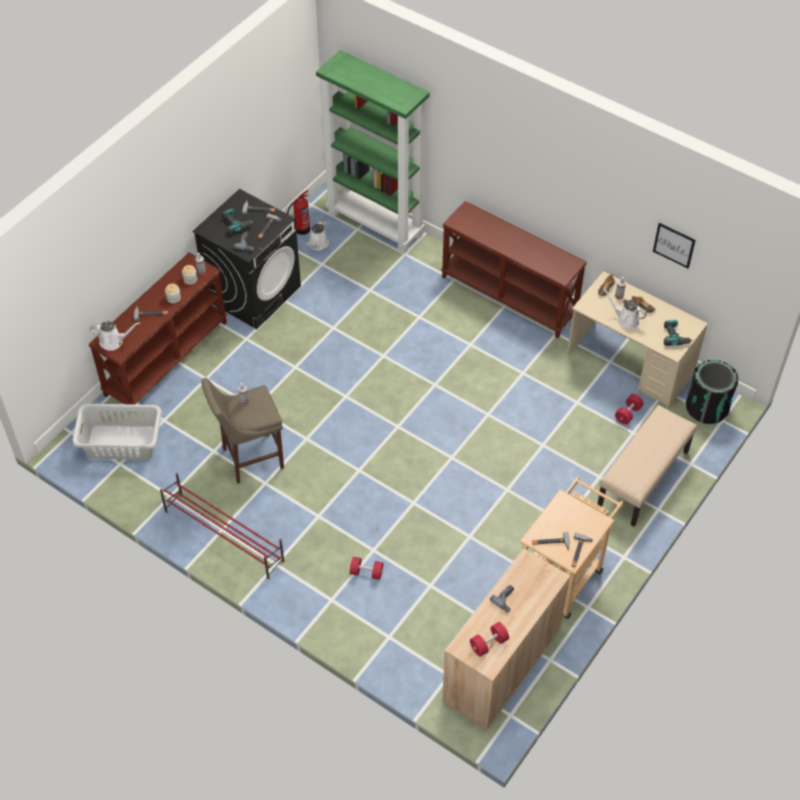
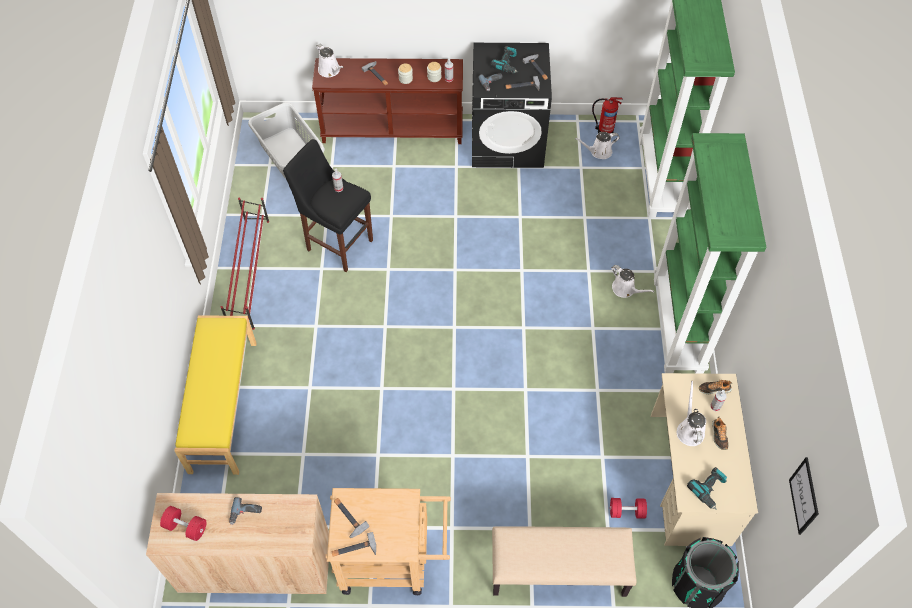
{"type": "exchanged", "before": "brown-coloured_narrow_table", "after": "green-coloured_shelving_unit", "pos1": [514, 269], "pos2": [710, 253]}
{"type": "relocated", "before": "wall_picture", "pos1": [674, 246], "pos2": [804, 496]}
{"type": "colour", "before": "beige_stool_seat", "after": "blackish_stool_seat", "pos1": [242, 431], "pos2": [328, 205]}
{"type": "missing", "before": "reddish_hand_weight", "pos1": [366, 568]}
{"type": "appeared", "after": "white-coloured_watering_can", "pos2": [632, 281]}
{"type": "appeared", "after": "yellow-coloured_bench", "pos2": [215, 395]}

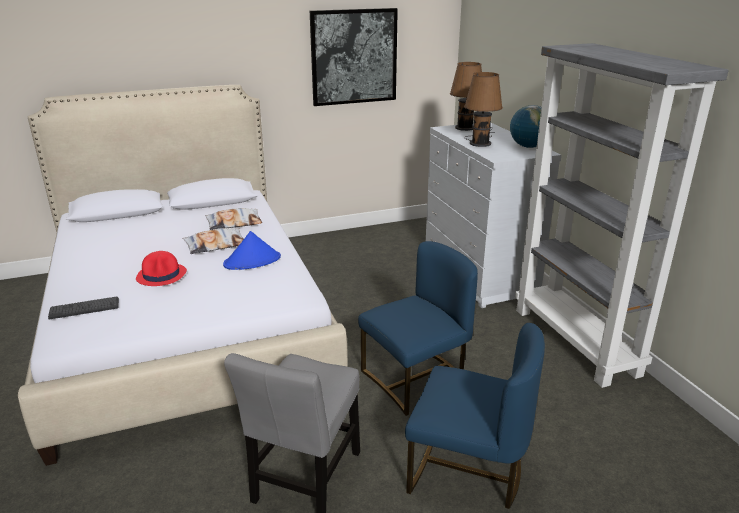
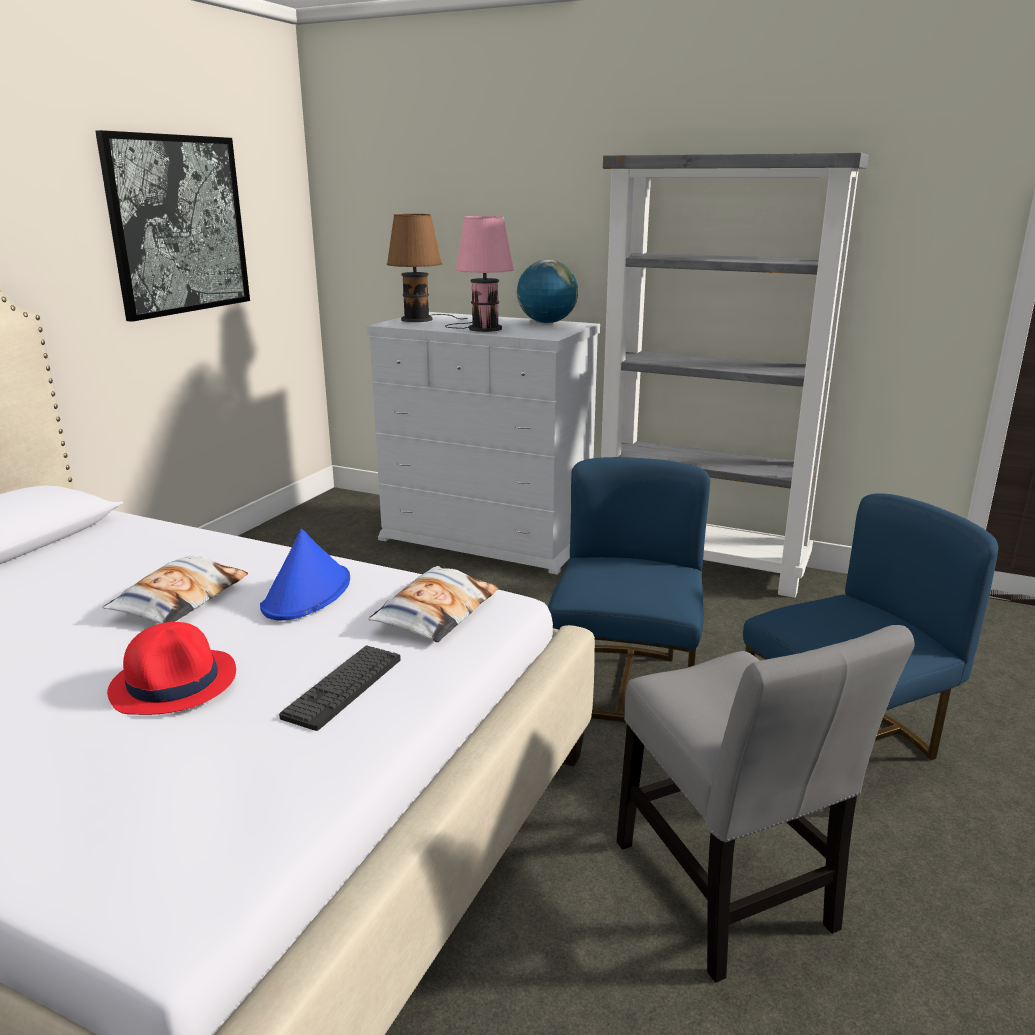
{"type": "colour", "before": "brown-coloured_tabletop_lamp", "after": "pink_tabletop_lamp", "pos1": [483, 109], "pos2": [479, 274]}
{"type": "relocated", "before": "cushion", "pos1": [233, 219], "pos2": [433, 604]}
{"type": "relocated", "before": "computer_keyboard", "pos1": [83, 307], "pos2": [340, 688]}

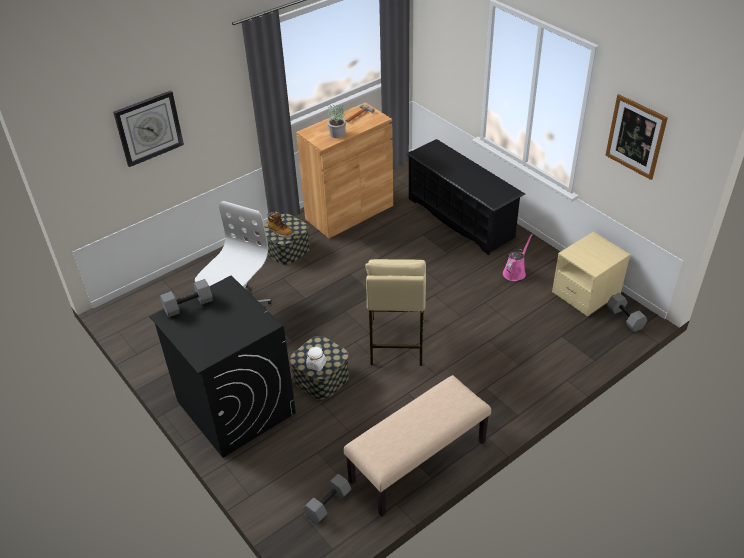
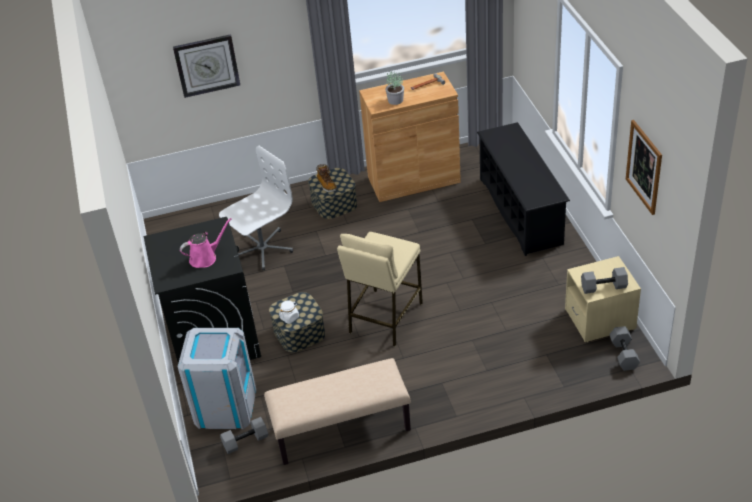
{"type": "relocated", "before": "pink_watering_can", "pos1": [518, 257], "pos2": [205, 243]}
{"type": "relocated", "before": "gray_hand_weight", "pos1": [186, 298], "pos2": [604, 280]}
{"type": "appeared", "after": "gray_rubbish_bin", "pos2": [217, 378]}

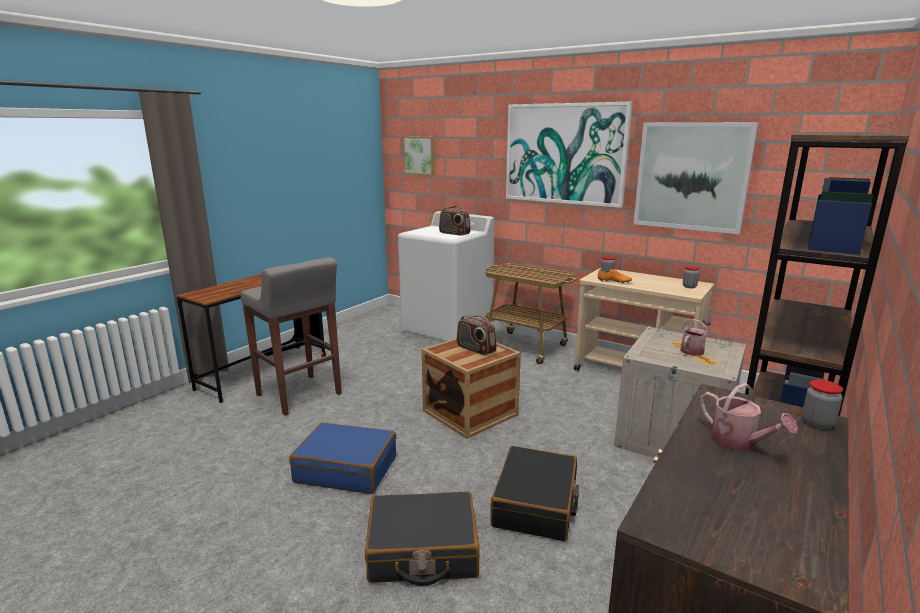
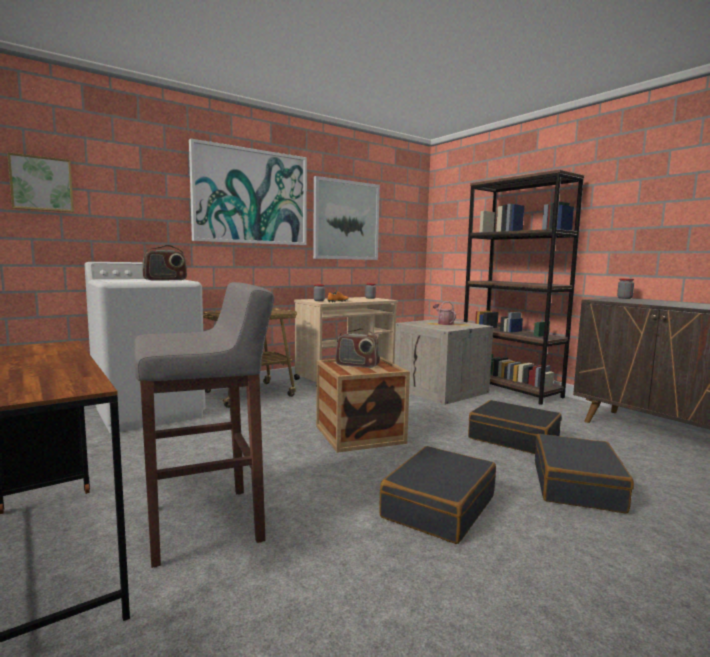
{"type": "spun", "before": "radio_receiver", "pos1": [477, 335], "pos2": [357, 348], "turn": 45}
{"type": "missing", "before": "watering_can", "pos1": [749, 417]}
{"type": "colour", "before": "blue-coloured_suitcase", "after": "blackish_suitcase", "pos1": [342, 458], "pos2": [437, 495]}

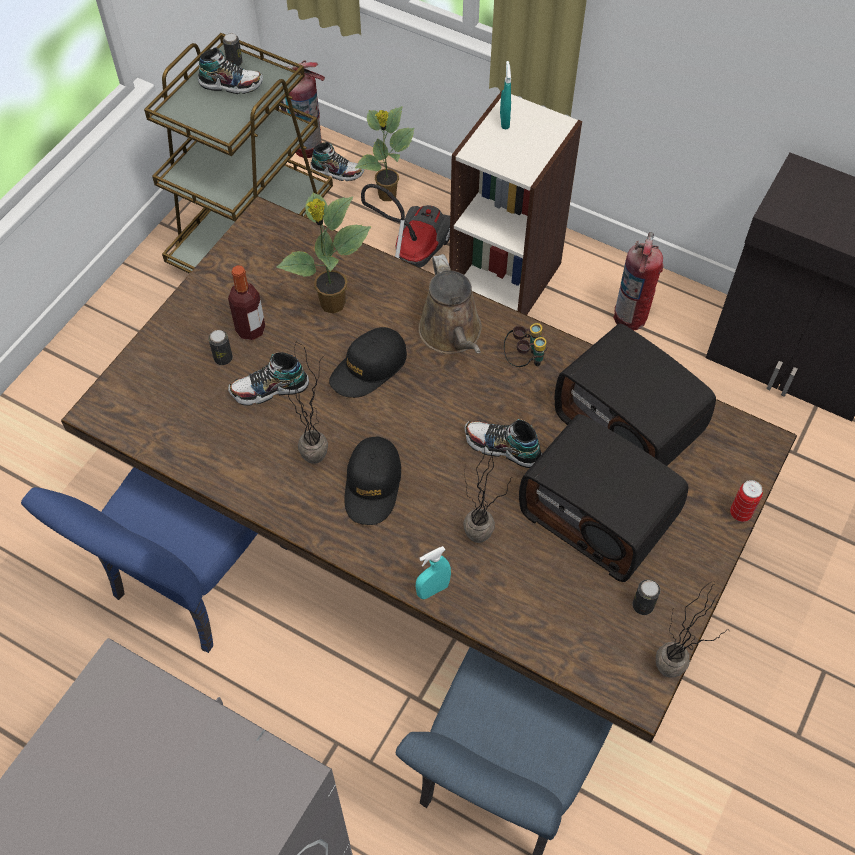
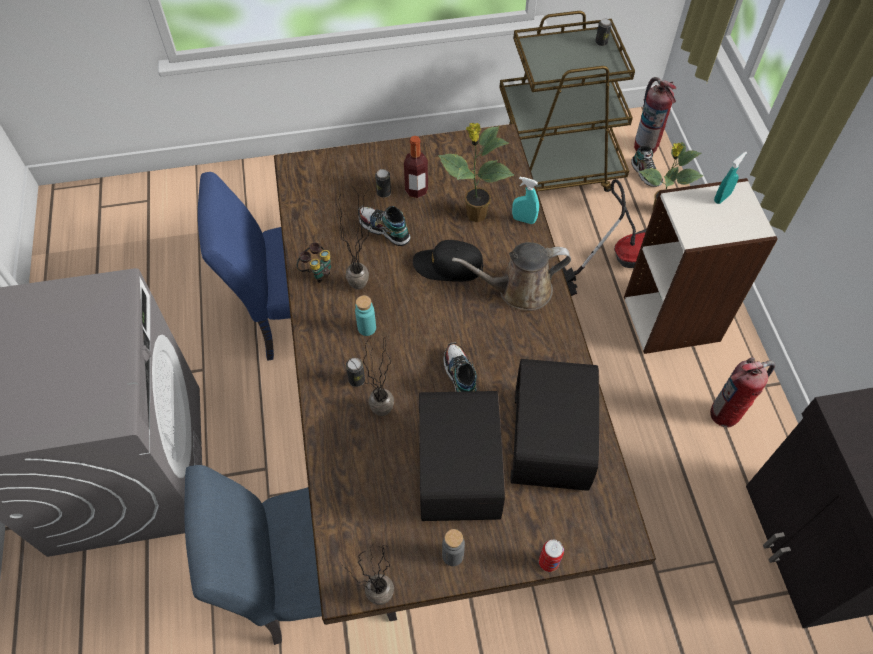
{"type": "missing", "before": "low_shoe", "pos1": [230, 71]}
{"type": "spun", "before": "brown-coloured_watering_can", "pos1": [450, 304], "pos2": [511, 276], "turn": 45}
{"type": "relocated", "before": "binoculars", "pos1": [526, 345], "pos2": [314, 262]}
{"type": "exchanged", "before": "blackish_baseball_cap", "after": "blue-green_drink_bottle", "pos1": [372, 480], "pos2": [365, 315]}
{"type": "relocated", "before": "blue-green_spray_bottle", "pos1": [433, 572], "pos2": [525, 200]}
{"type": "relocated", "before": "can", "pos1": [646, 597], "pos2": [355, 372]}
{"type": "appeared", "after": "gray_drink_bottle", "pos2": [453, 547]}

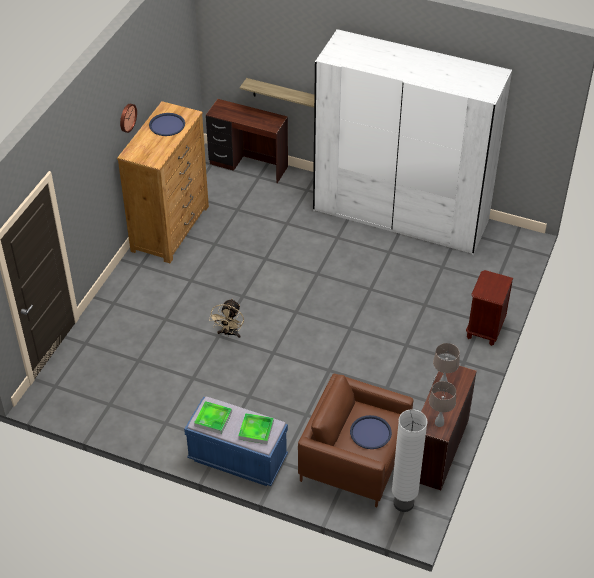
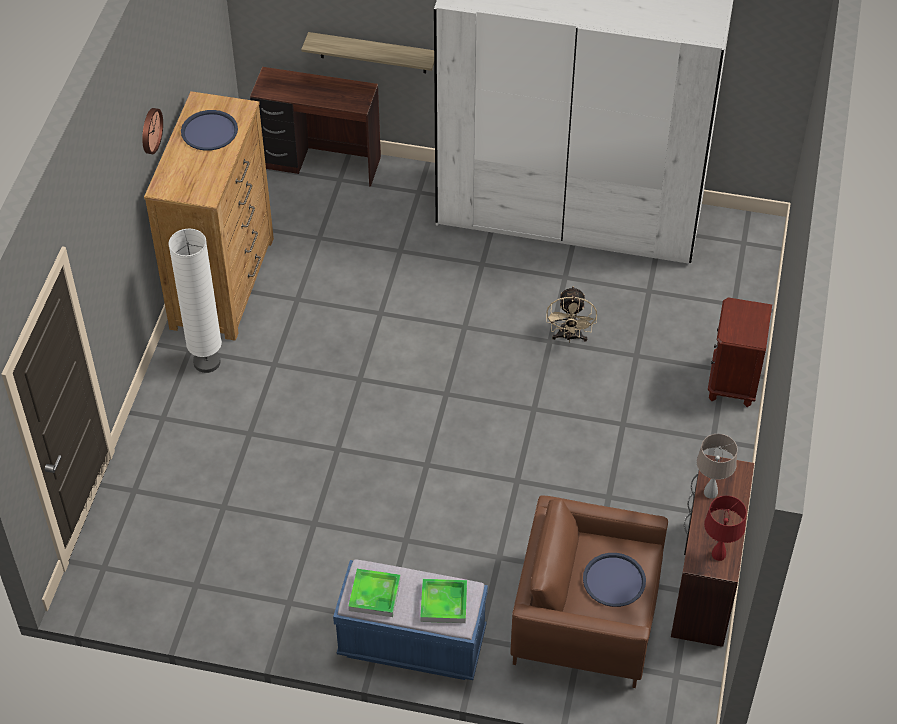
{"type": "relocated", "before": "beige_cooling_fan", "pos1": [226, 318], "pos2": [571, 314]}
{"type": "colour", "before": "beige_tabletop_lamp", "after": "reddish_tabletop_lamp", "pos1": [442, 404], "pos2": [725, 528]}
{"type": "relocated", "before": "white-coloured_standard_lamp", "pos1": [409, 460], "pos2": [195, 301]}

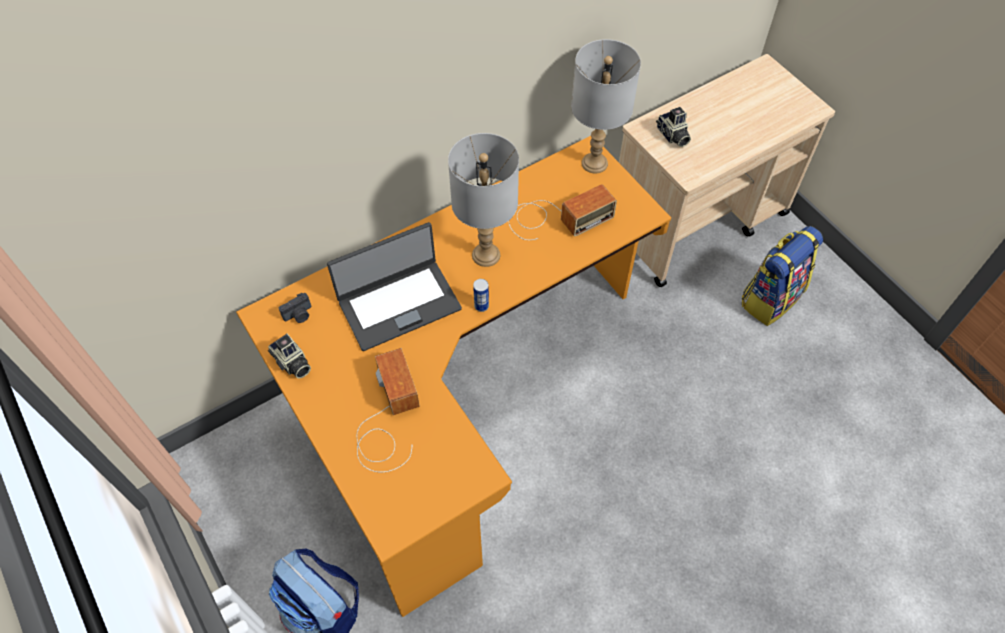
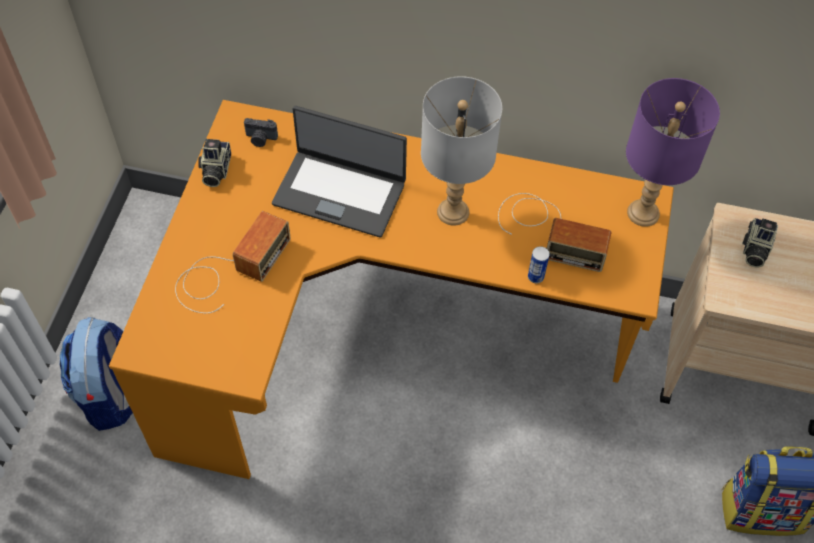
{"type": "colour", "before": "gray_tabletop_lamp", "after": "purple-coloured_tabletop_lamp", "pos1": [606, 106], "pos2": [673, 152]}
{"type": "relocated", "before": "can", "pos1": [481, 295], "pos2": [539, 264]}

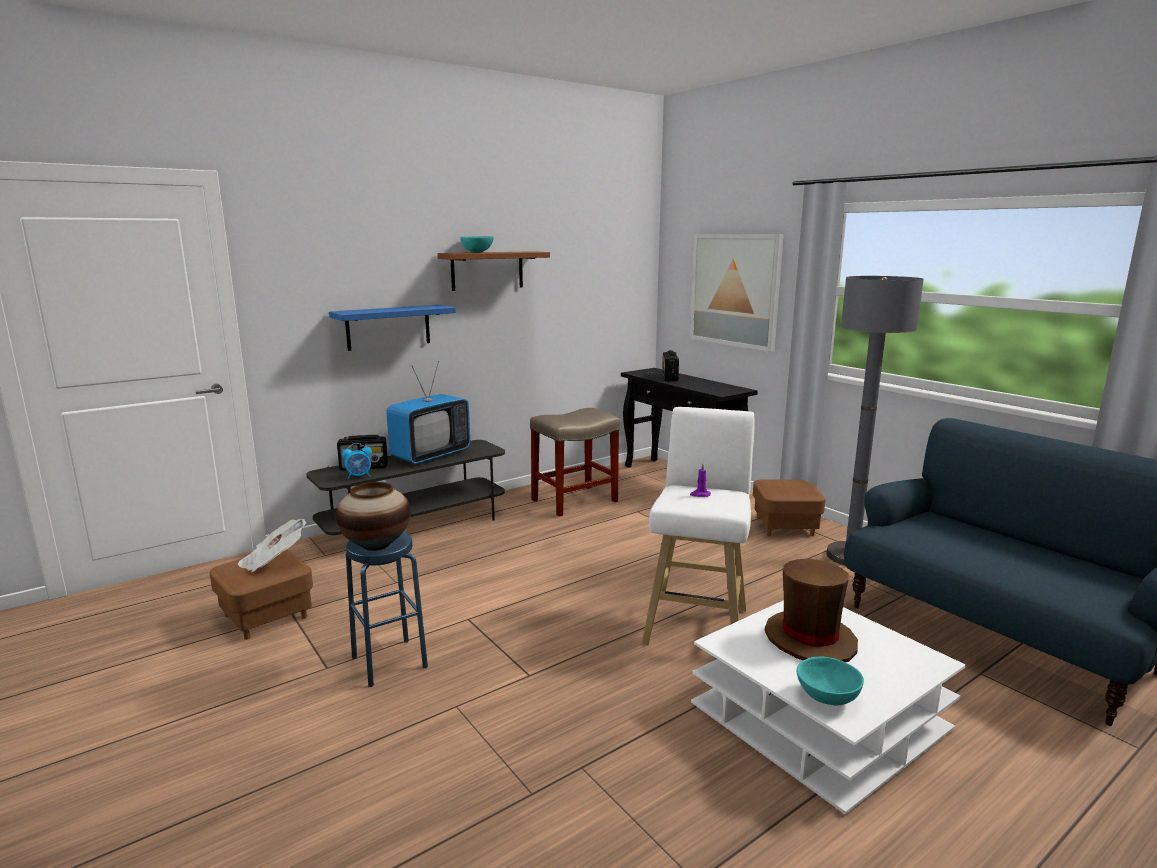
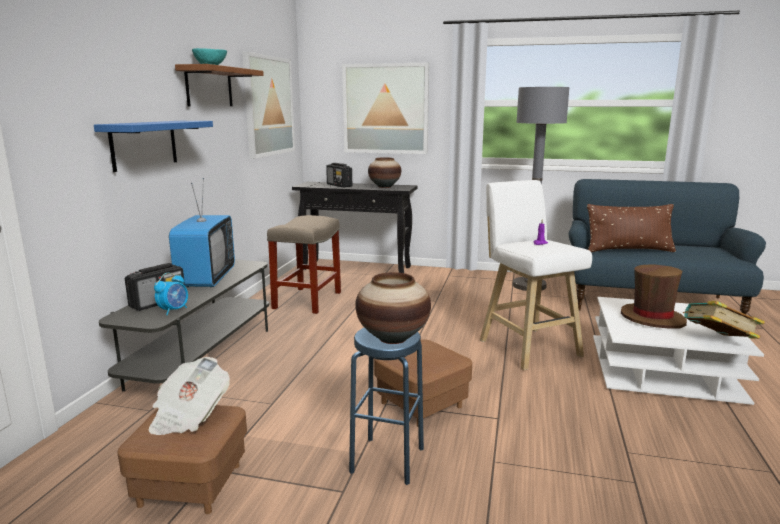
{"type": "relocated", "before": "brown-coloured_pouffe", "pos1": [789, 508], "pos2": [423, 383]}
{"type": "exchanged", "before": "blue-green_deep_dish", "after": "book", "pos1": [830, 680], "pos2": [724, 320]}
{"type": "appeared", "after": "wall_picture", "pos2": [268, 105]}
{"type": "appeared", "after": "vase", "pos2": [384, 172]}
{"type": "appeared", "after": "brown-coloured_cushion", "pos2": [631, 228]}

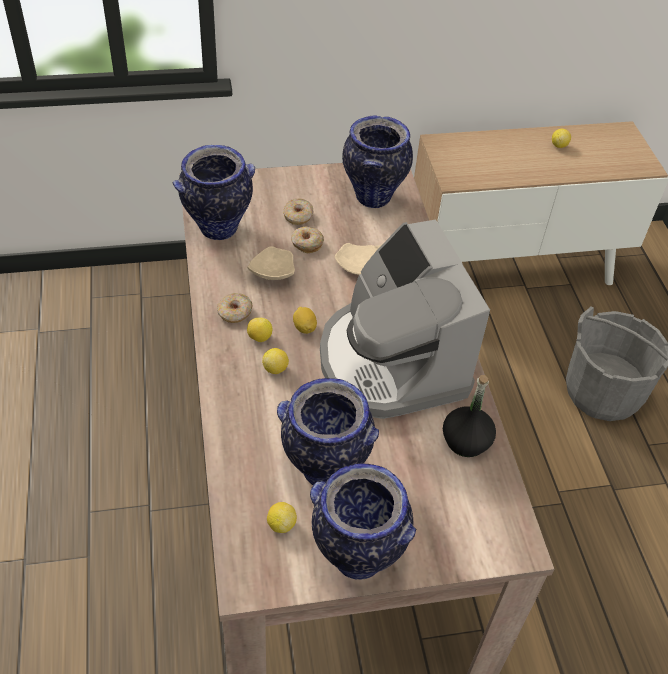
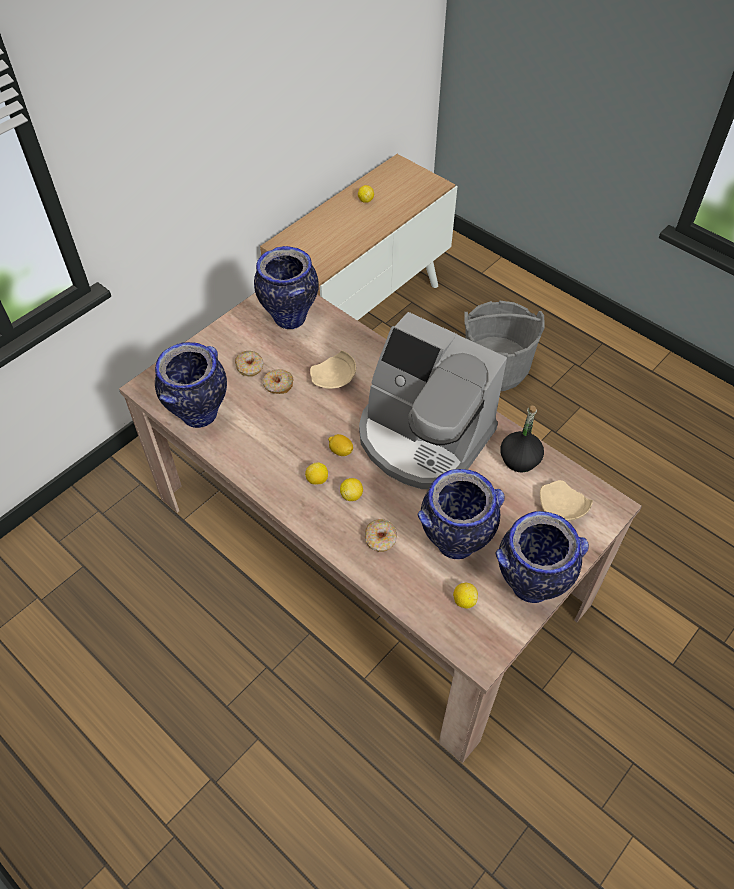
{"type": "relocated", "before": "beige_plate", "pos1": [271, 263], "pos2": [566, 500]}
{"type": "relocated", "before": "doughnut", "pos1": [235, 308], "pos2": [381, 535]}

